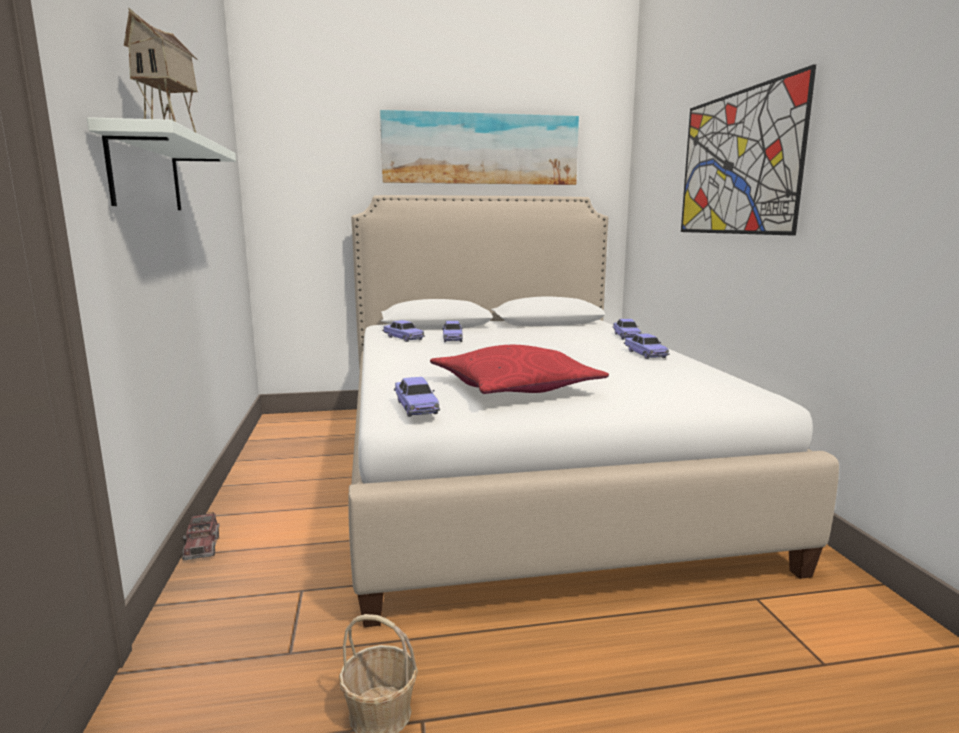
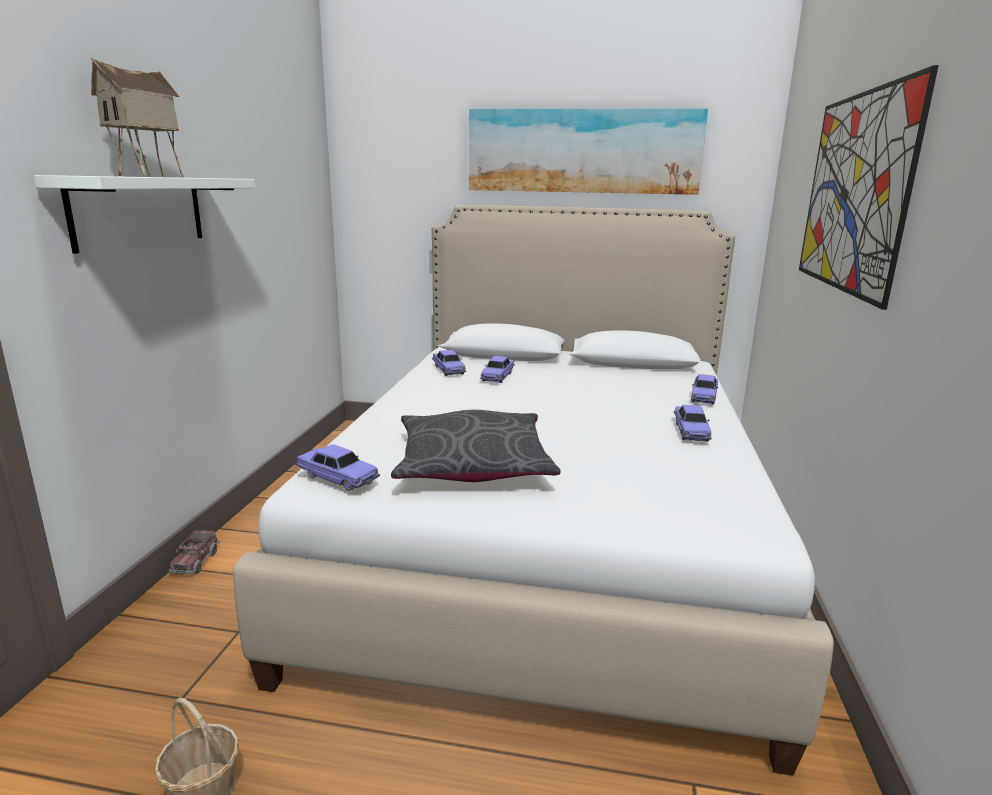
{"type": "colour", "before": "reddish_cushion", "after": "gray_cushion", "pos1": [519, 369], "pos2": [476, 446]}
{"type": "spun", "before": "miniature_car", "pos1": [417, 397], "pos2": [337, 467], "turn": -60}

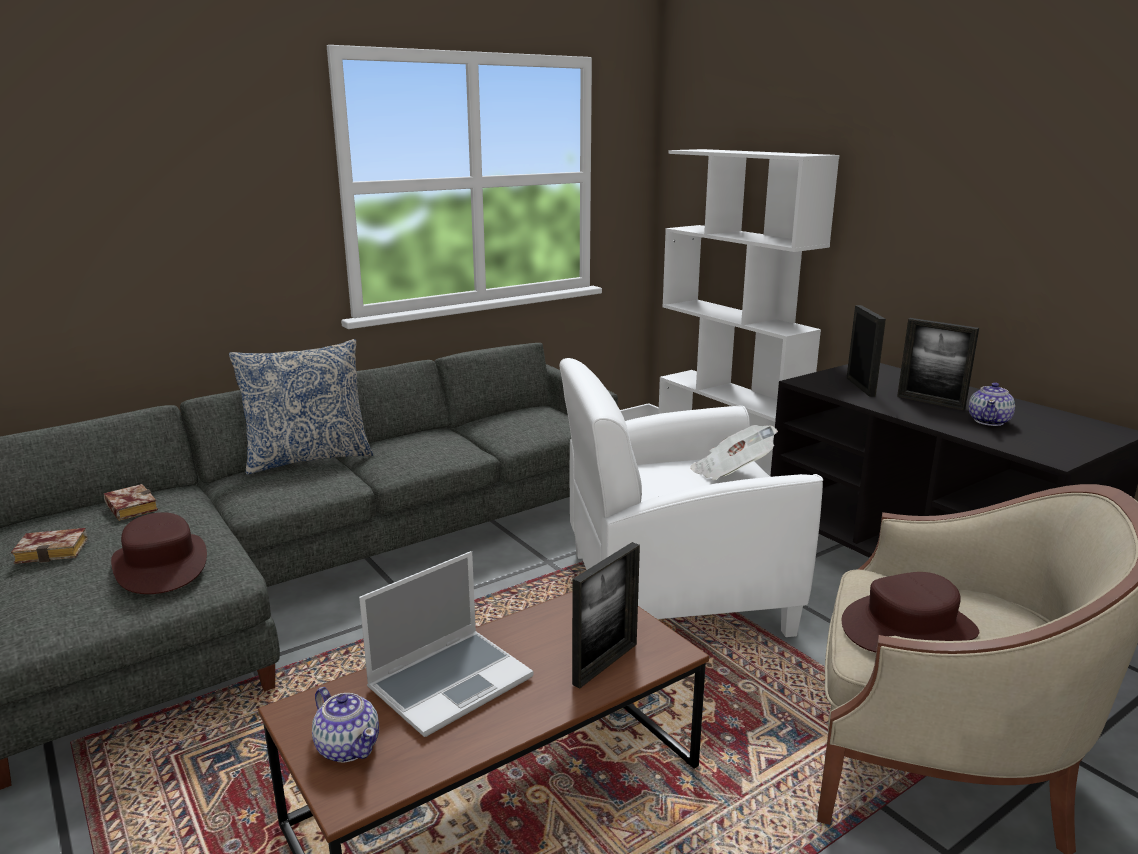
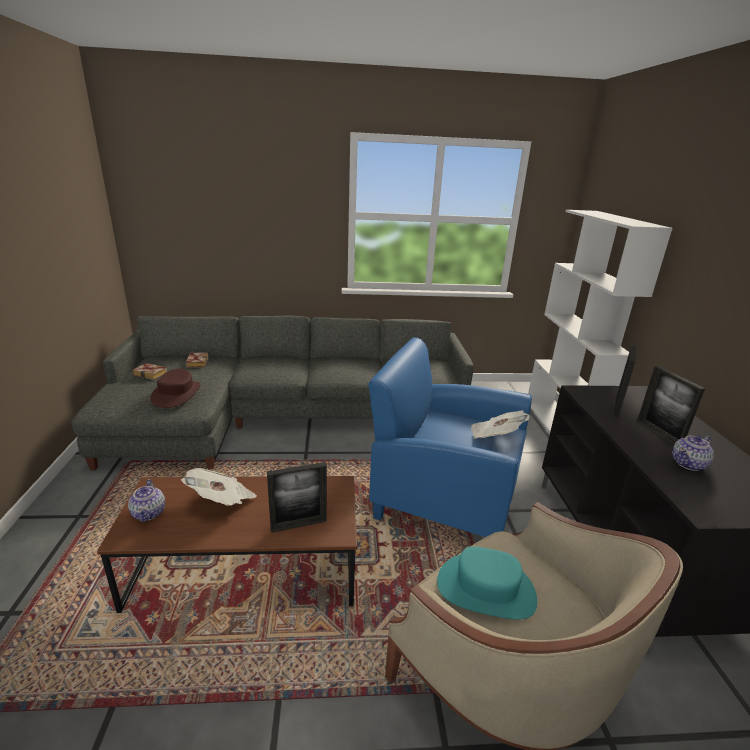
{"type": "missing", "before": "cushion", "pos1": [301, 407]}
{"type": "colour", "before": "white-coloured_armchair", "after": "blue-coloured_armchair", "pos1": [691, 497], "pos2": [450, 437]}
{"type": "exchanged", "before": "laptop", "after": "printed_paper", "pos1": [446, 644], "pos2": [219, 487]}
{"type": "colour", "before": "brown-coloured_clothing_hat", "after": "blue-green_clothing_hat", "pos1": [910, 612], "pos2": [487, 583]}

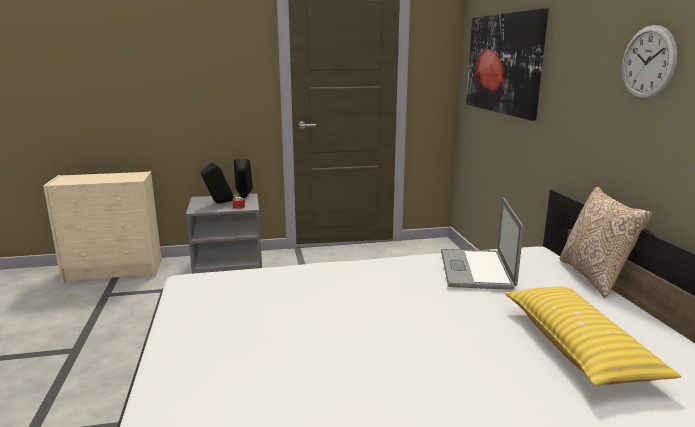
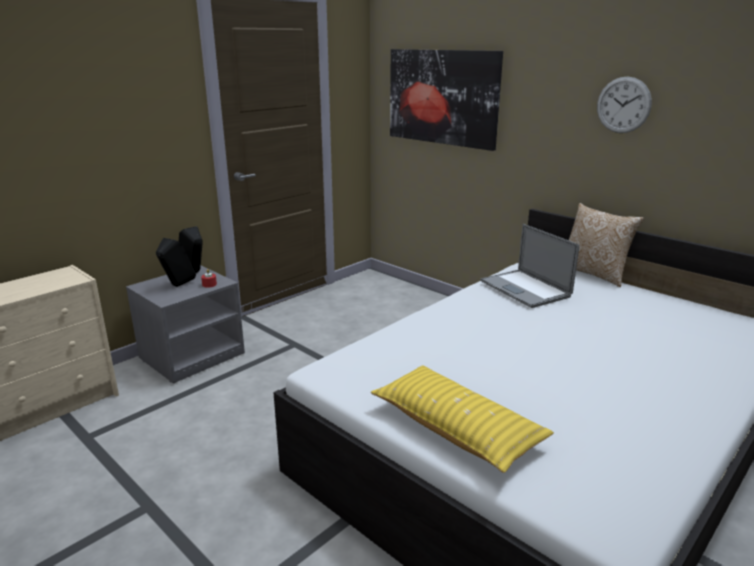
{"type": "relocated", "before": "yellow-coloured_cushion", "pos1": [593, 336], "pos2": [462, 419]}

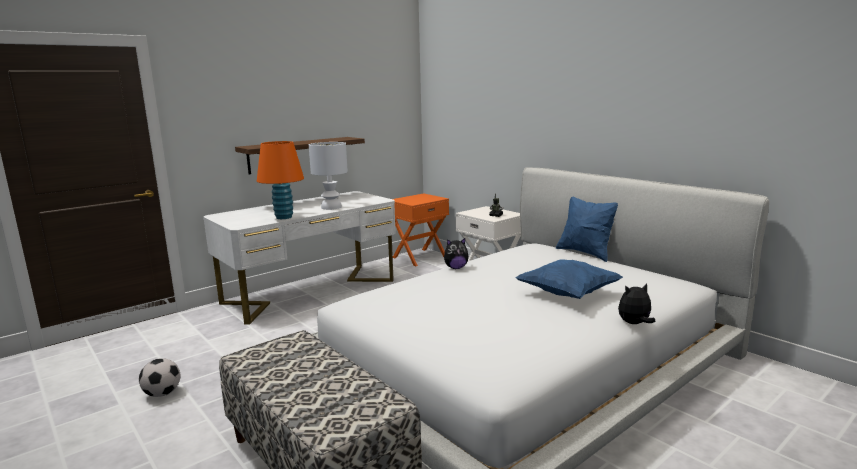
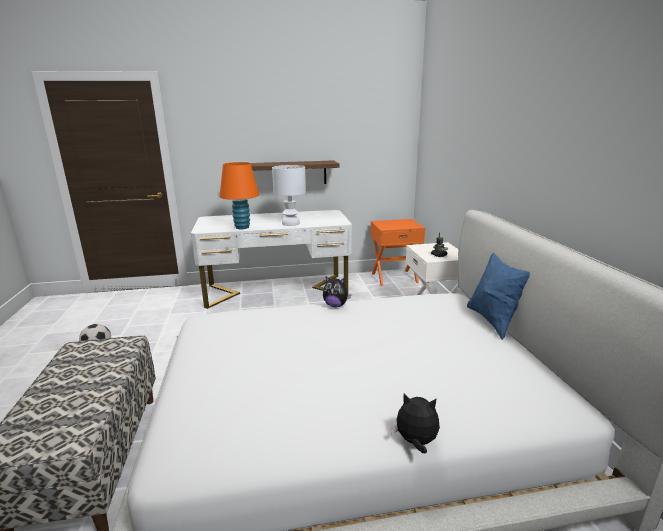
{"type": "missing", "before": "blue-coloured_cushion", "pos1": [569, 279]}

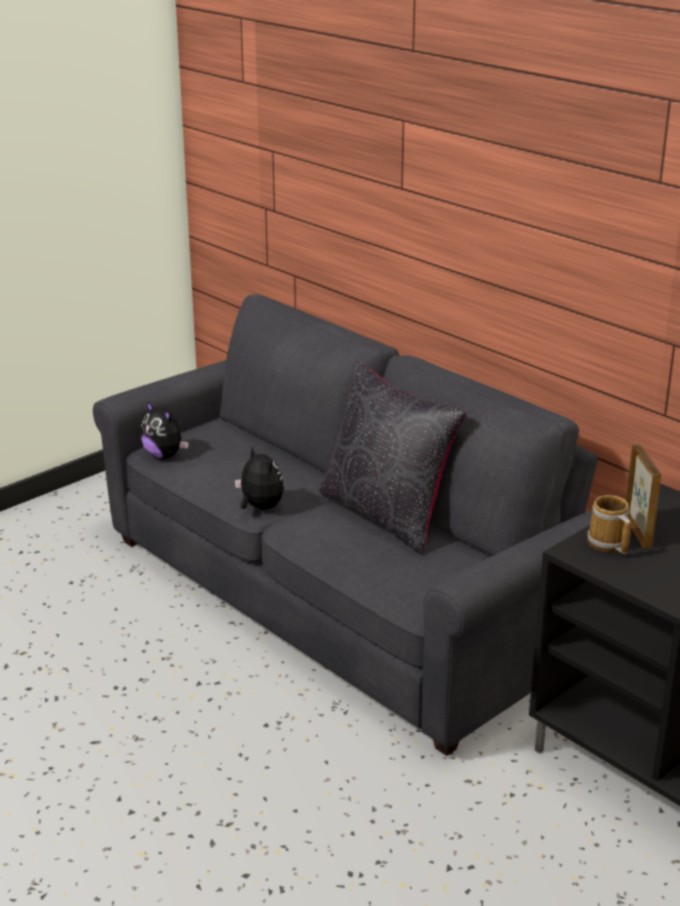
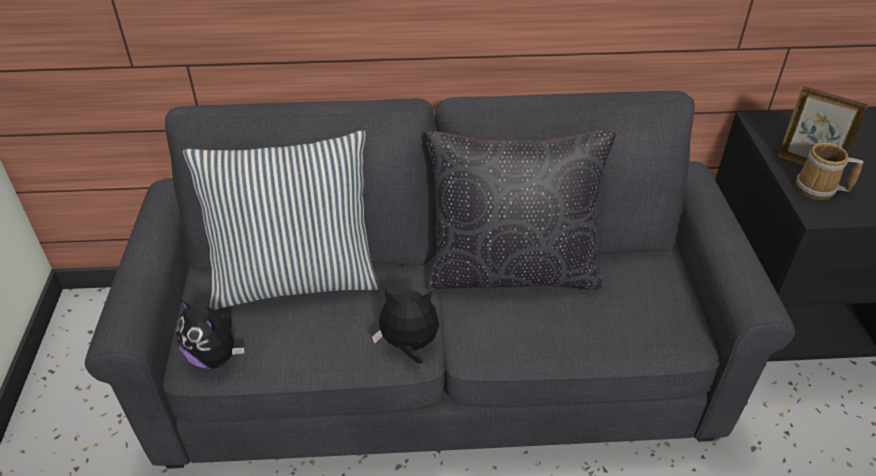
{"type": "spun", "before": "cuddly_toy", "pos1": [164, 430], "pos2": [210, 333], "turn": 45}
{"type": "appeared", "after": "cushion", "pos2": [281, 220]}

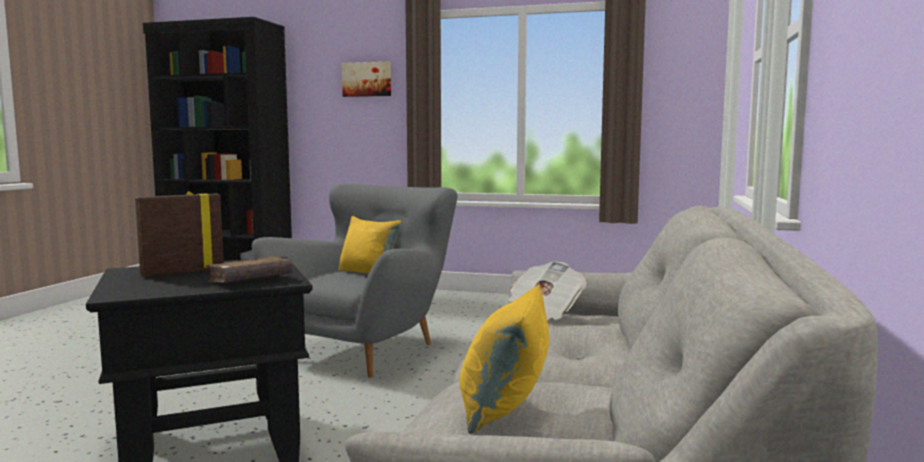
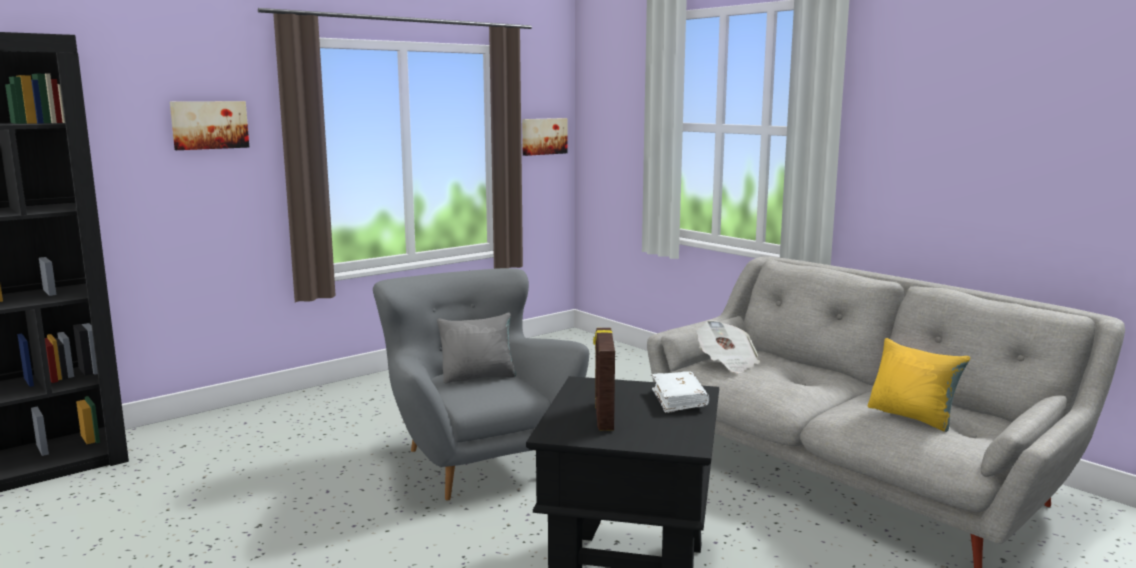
{"type": "colour", "before": "yellow-coloured_cushion", "after": "gray_cushion", "pos1": [370, 245], "pos2": [476, 348]}
{"type": "colour", "before": "brown-coloured_book", "after": "white-coloured_book", "pos1": [249, 269], "pos2": [680, 392]}
{"type": "appeared", "after": "wall_picture", "pos2": [544, 137]}

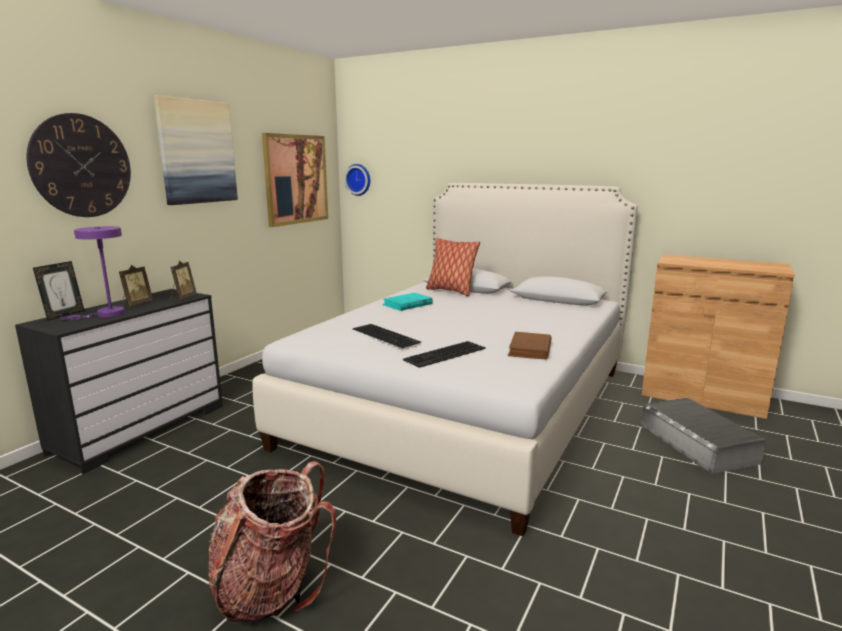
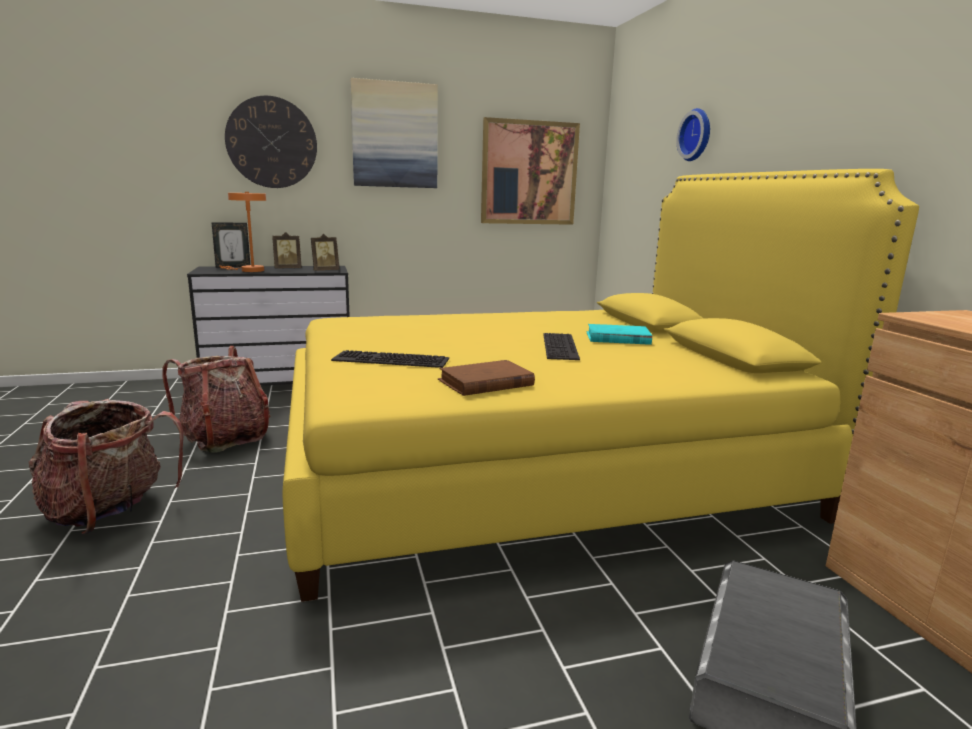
{"type": "relocated", "before": "hanging_clock", "pos1": [357, 180], "pos2": [693, 134]}
{"type": "colour", "before": "white-coloured_bed", "after": "yellow-coloured_bed", "pos1": [445, 359], "pos2": [601, 385]}
{"type": "colour", "before": "purple-coloured_tabletop_lamp", "after": "orange-coloured_tabletop_lamp", "pos1": [92, 273], "pos2": [242, 232]}
{"type": "missing", "before": "cushion", "pos1": [453, 267]}
{"type": "relocated", "before": "blue-green_book", "pos1": [407, 302], "pos2": [619, 334]}
{"type": "relocated", "before": "computer_keyboard", "pos1": [387, 336], "pos2": [561, 346]}
{"type": "appeared", "after": "rucksack", "pos2": [216, 399]}

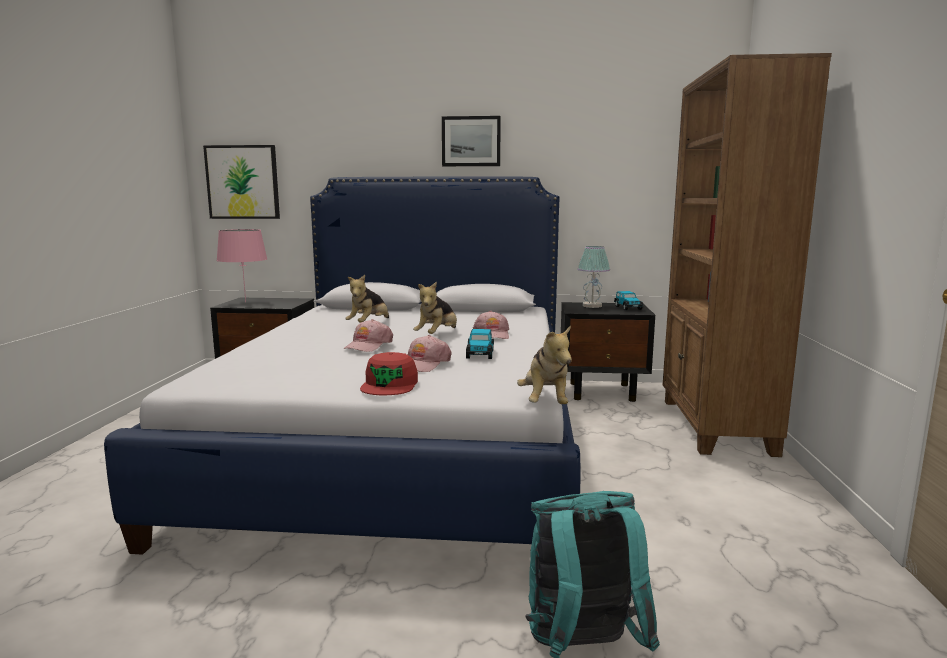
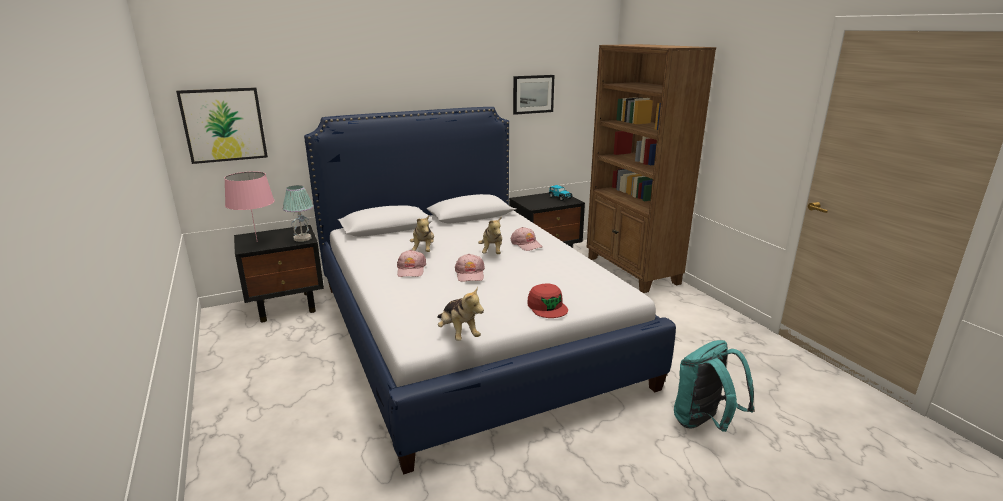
{"type": "relocated", "before": "wall_picture", "pos1": [471, 141], "pos2": [533, 95]}
{"type": "relocated", "before": "tabletop_lamp", "pos1": [593, 277], "pos2": [298, 213]}
{"type": "relocated", "before": "cuddly_toy", "pos1": [544, 364], "pos2": [460, 313]}
{"type": "missing", "before": "miniature_car", "pos1": [480, 344]}
{"type": "relocated", "before": "pink_baseball_cap", "pos1": [430, 353], "pos2": [411, 263]}

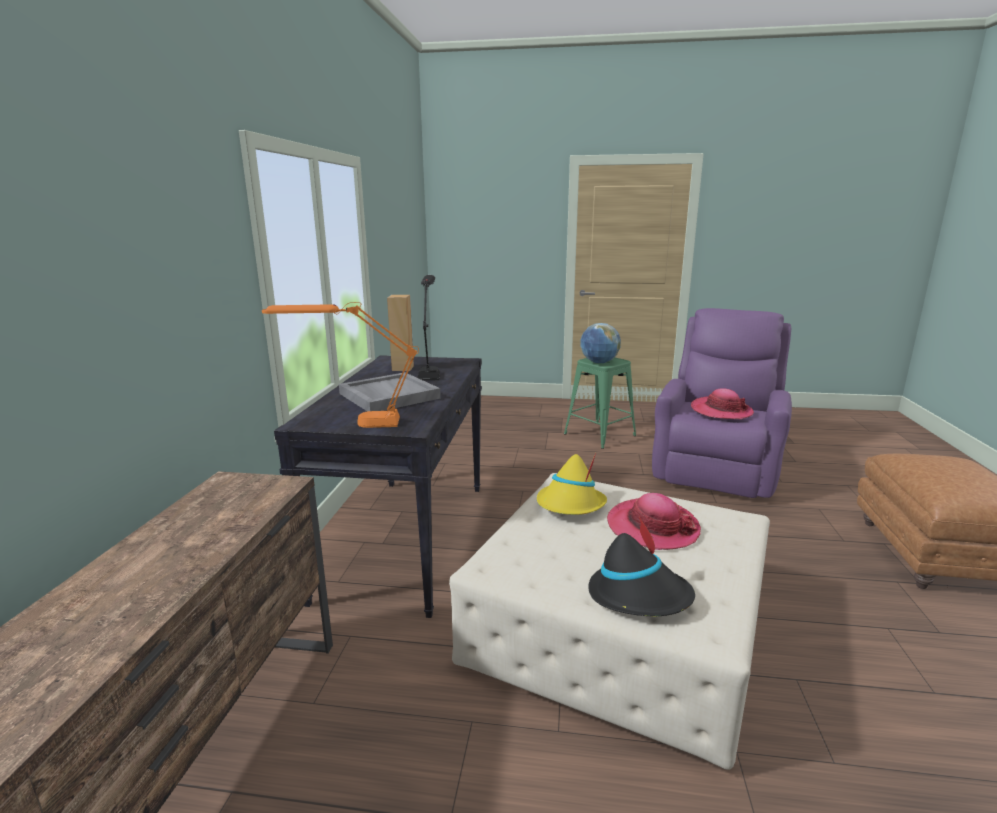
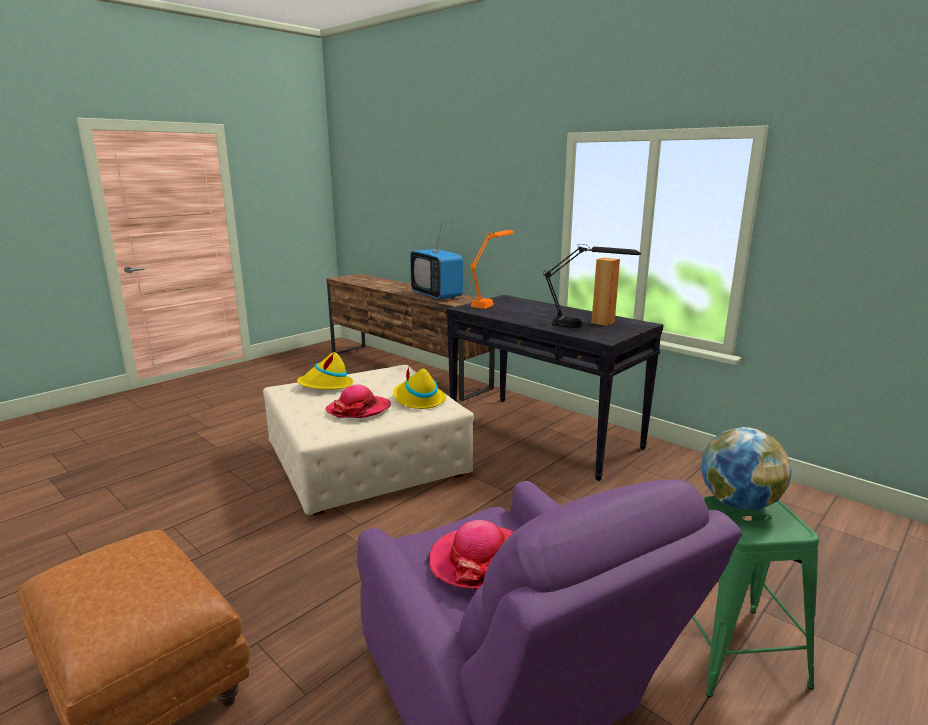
{"type": "missing", "before": "gray_tray", "pos1": [390, 392]}
{"type": "colour", "before": "blackish_clothing_hat", "after": "yellow-coloured_clothing_hat", "pos1": [641, 566], "pos2": [325, 370]}
{"type": "appeared", "after": "TV", "pos2": [436, 260]}

